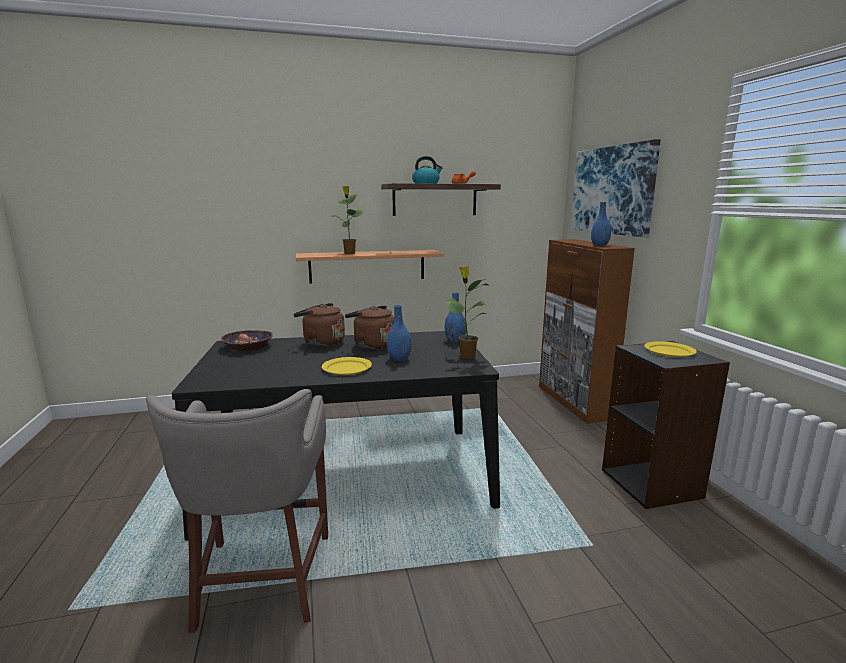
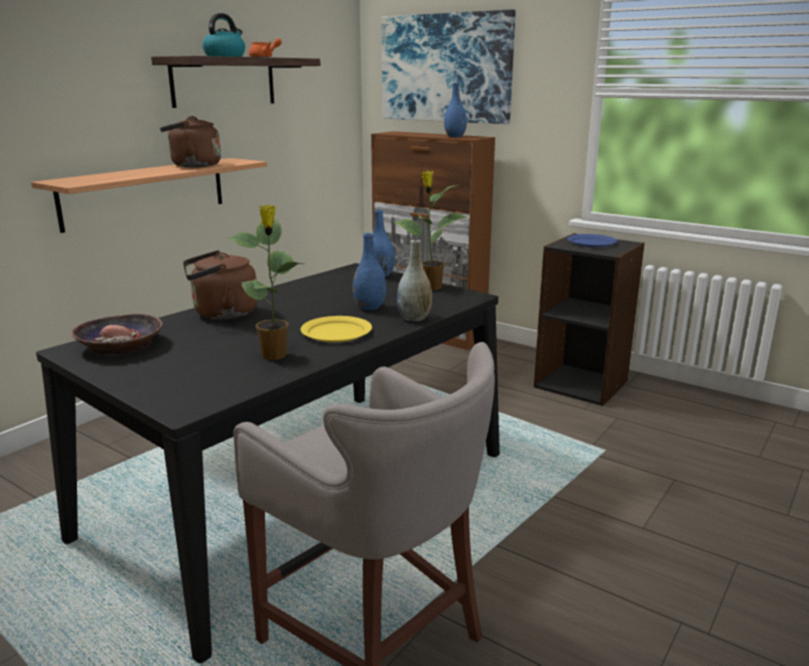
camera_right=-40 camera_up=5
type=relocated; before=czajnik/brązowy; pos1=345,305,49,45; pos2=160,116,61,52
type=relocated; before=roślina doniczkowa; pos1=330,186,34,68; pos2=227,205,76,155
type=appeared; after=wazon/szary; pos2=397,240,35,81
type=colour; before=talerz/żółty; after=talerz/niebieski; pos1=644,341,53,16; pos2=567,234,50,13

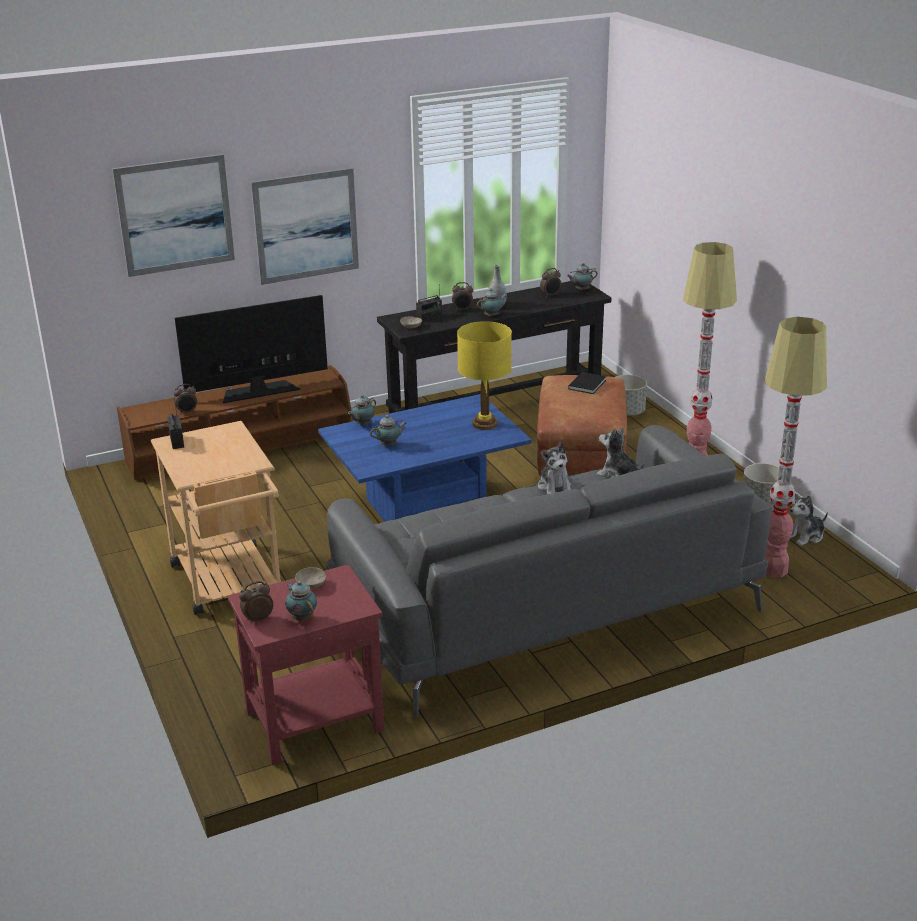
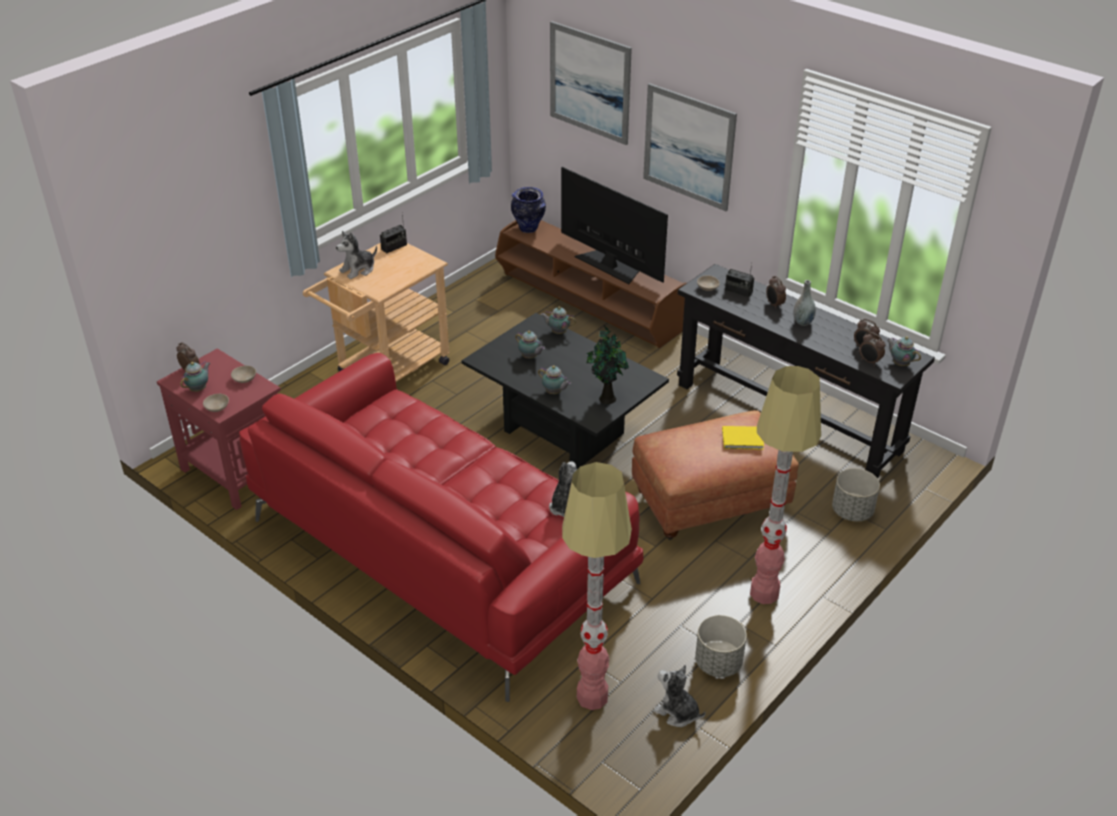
camera_right=65 camera_up=10
type=appeared; after=miska/beżowy; pos2=203,394,26,18
type=colour; before=kanapa/szary; after=kanapa/czerwony; pos1=326,425,446,294; pos2=239,353,405,349
type=relocated; before=pluszak; pos1=538,442,33,52; pos2=336,231,41,48
type=colour; before=ława/niebieski; after=ława/czarny; pos1=318,394,214,128; pos2=462,313,207,156
type=appeared; after=wazon; pos2=511,187,35,46
type=relocated; before=imbryk; pos1=477,288,29,29; pos2=538,365,33,29
type=exchanged; before=lampa stołowa/żółty; after=roślina doniczkowa; pos1=457,321,55,109; pos2=586,326,43,78
type=colour; before=książka/czarny; after=książka/żółty; pos1=568,372,38,22; pos2=722,426,42,24
type=relocated; before=budzik; pos1=174,384,23,31; pos2=859,332,26,34

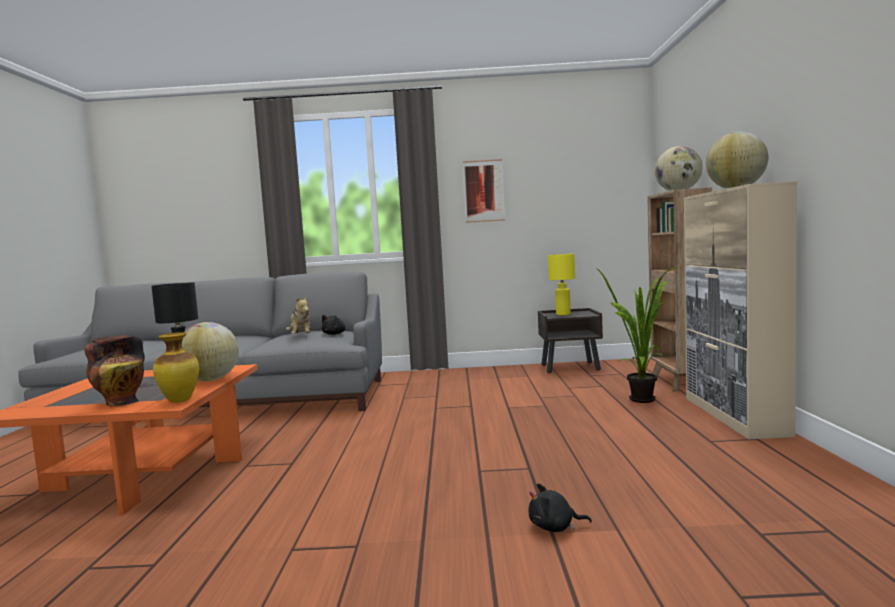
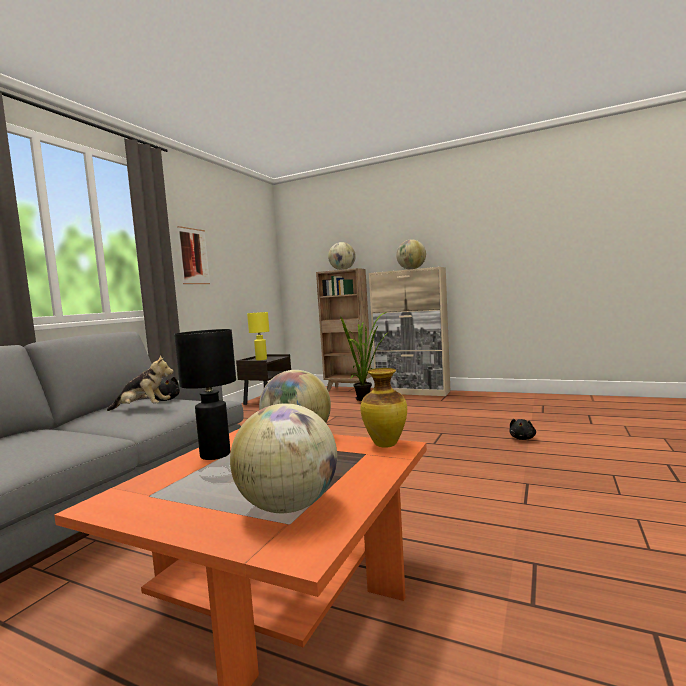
camera_right=-65 camera_up=0
type=appeared; after=globus; pos2=230,403,107,110
type=missing; before=wazon; pos1=84,335,61,71

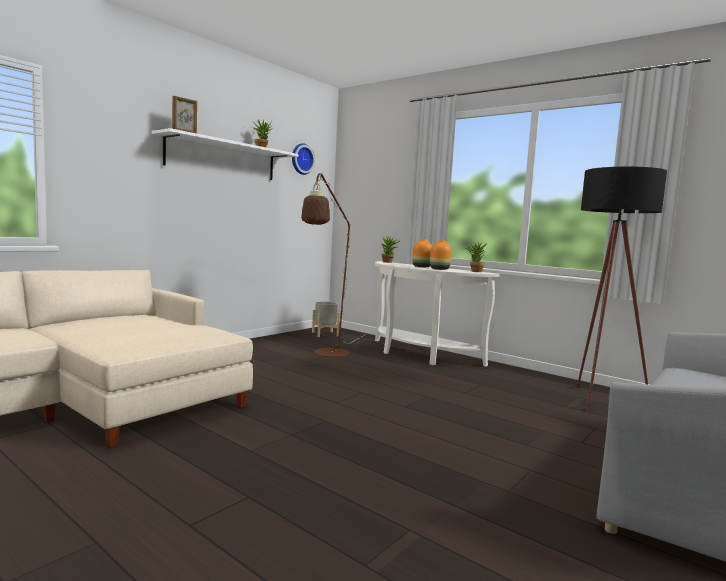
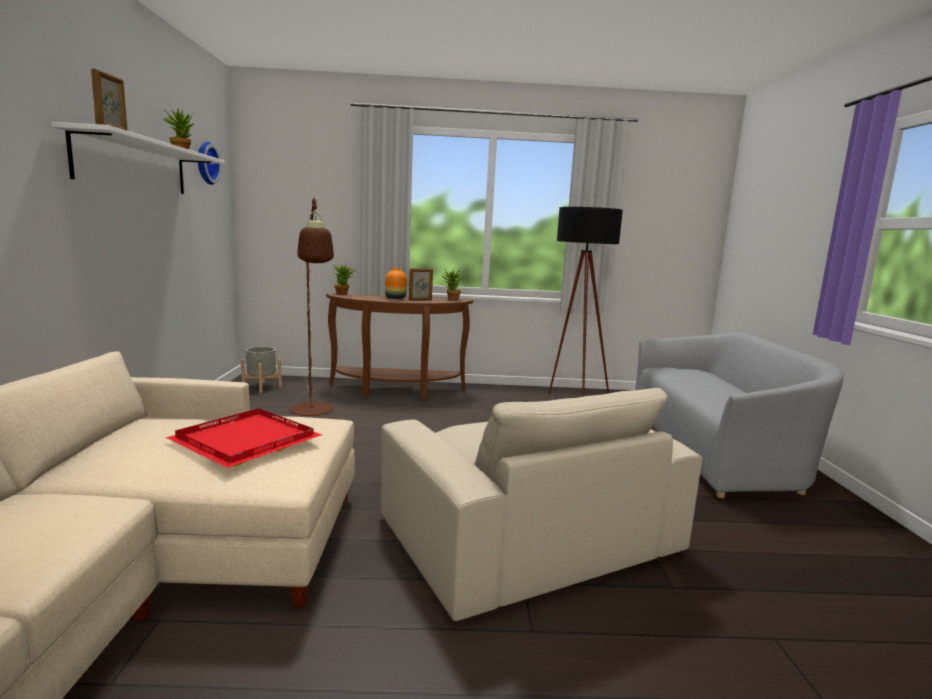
camera_right=-40 camera_up=5
type=appeared; after=taca/czerwony; pos2=166,408,156,60
type=colour; before=stolik konsolowy/biały; after=stolik konsolowy/brązowy; pos1=375,261,125,106; pos2=326,293,147,107
type=appeared; after=fotel/beżowy; pos2=380,388,322,233
type=exchanged; before=wazon/pomarańczowy; after=ramka na zdjęcie; pos1=430,240,21,30; pos2=409,268,24,33

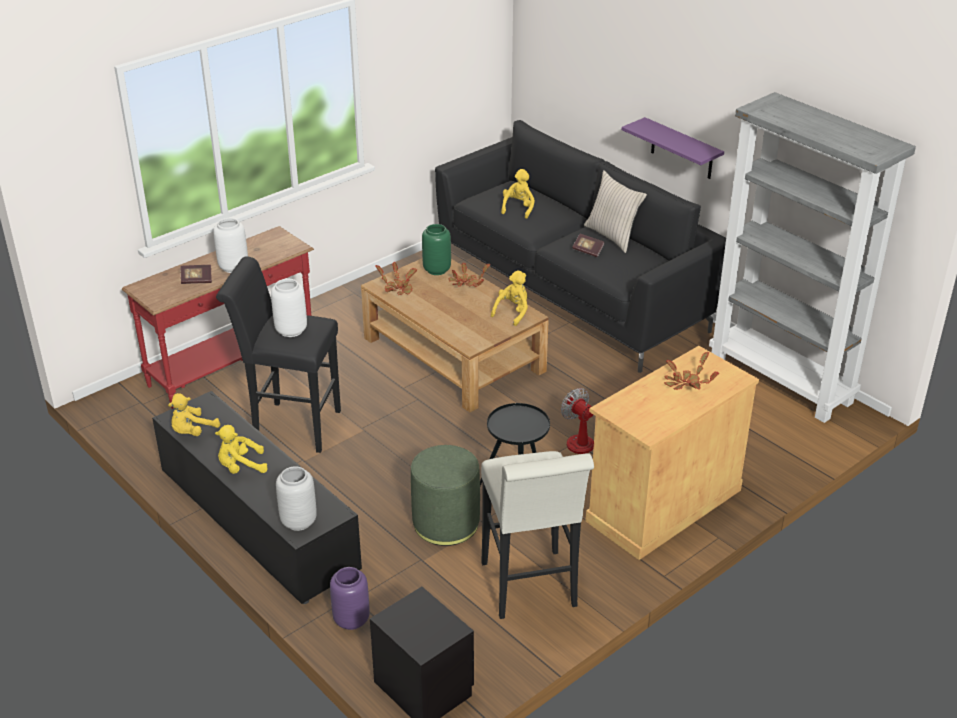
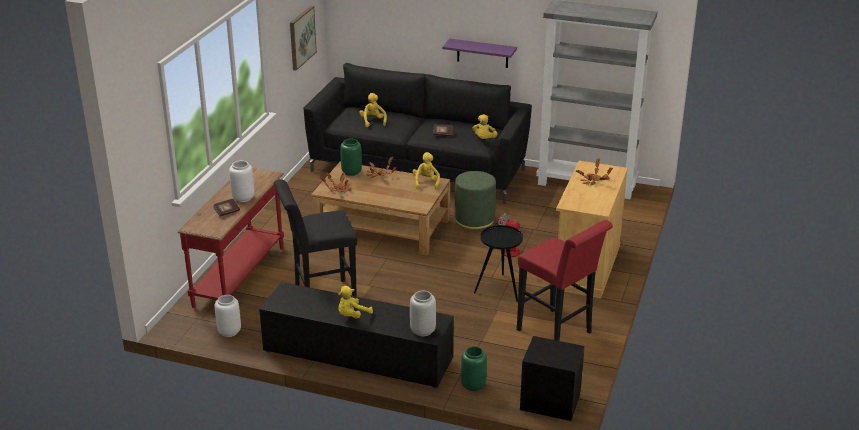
camera_right=-30 camera_up=-5
type=relocated; before=wazon/biały; pos1=271,279,36,58; pos2=215,295,26,42
type=appeared; after=obraz; pos2=290,6,27,65
type=relocated; before=pufa/zielony; pos1=411,445,69,101; pos2=454,171,42,59
type=colour; before=wazon/fioletowy; after=wazon/zielony; pos1=330,567,39,63; pos2=461,346,26,45
type=relocated; before=pluszak/żółty; pos1=168,393,52,43; pos2=472,114,25,25
type=colour; before=stołek/biały; after=stołek/czerwony; pos1=481,451,113,168; pos2=517,220,96,121
type=missing; before=poduszka/beżowy; pos1=584,170,63,83

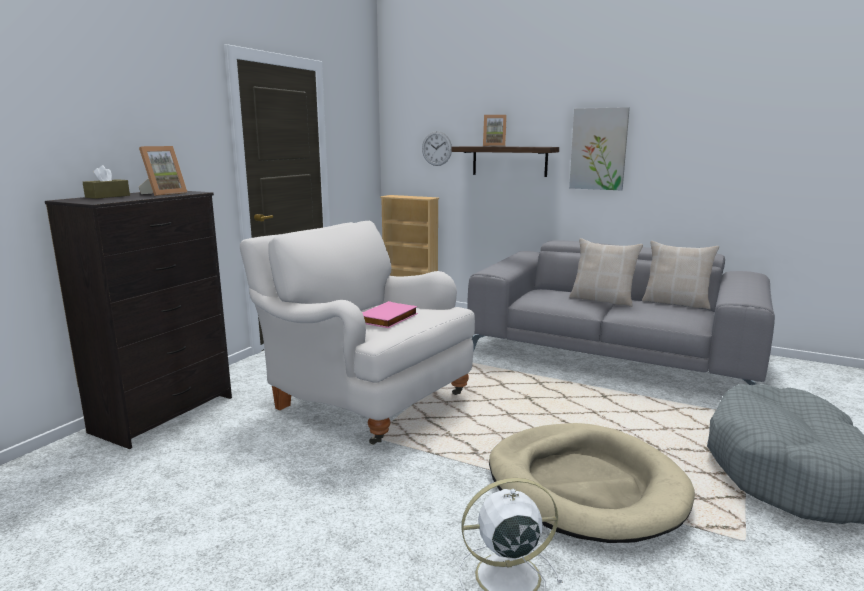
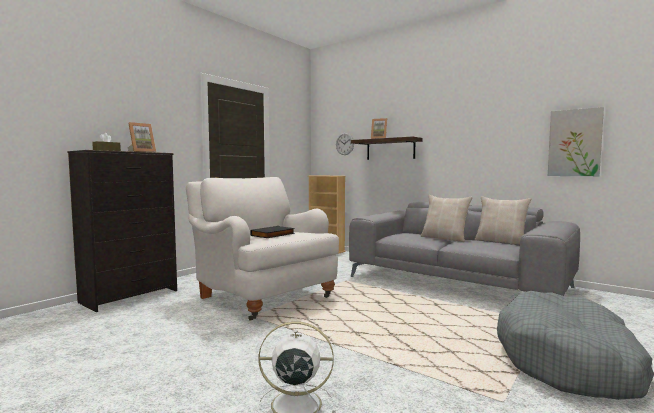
camera_right=10 camera_up=-10
type=colour; before=książka/różowy; after=książka/czarny; pos1=362,301,56,27; pos2=250,226,45,12
type=relocated; before=obraz; pos1=569,107,61,83; pos2=548,107,56,69
type=missing; before=legowisko/beżowy; pos1=489,423,206,120

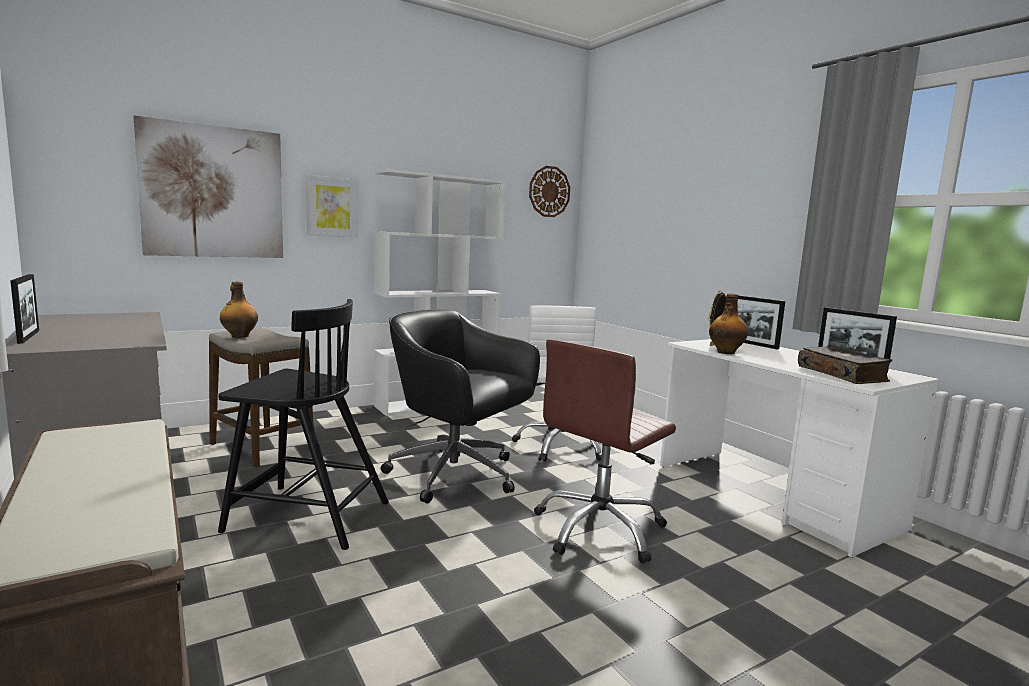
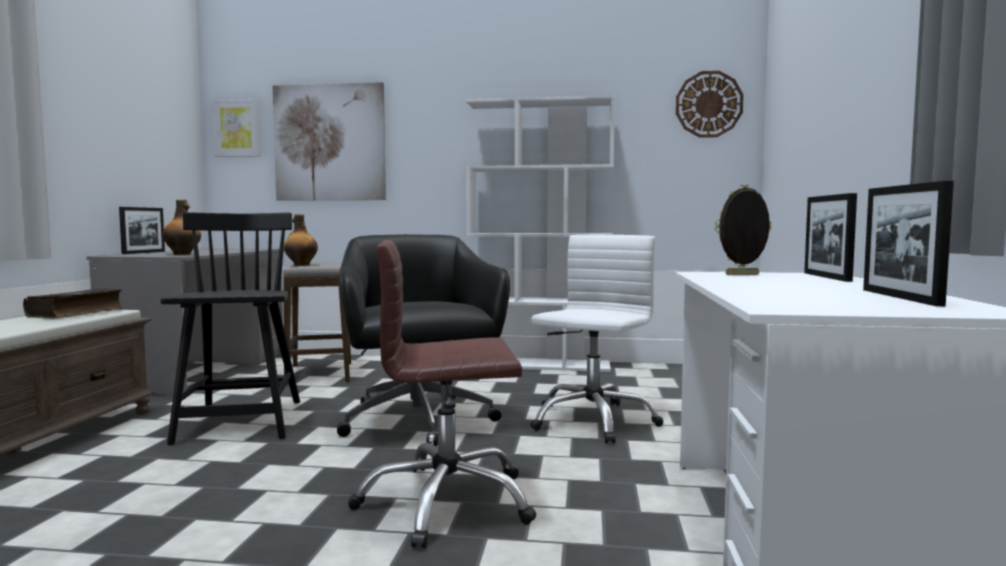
camera_right=40 camera_up=-5
type=relocated; before=książka; pos1=798,346,94,38; pos2=23,289,101,29
type=spun; before=krzesło/czarny; pos1=218,299,171,251; pos2=161,212,139,233; turn=-150
type=relocated; before=butelka; pos1=709,293,39,61; pos2=163,199,38,56
type=relocated; before=obraz; pos1=306,175,52,62; pos2=212,99,49,58

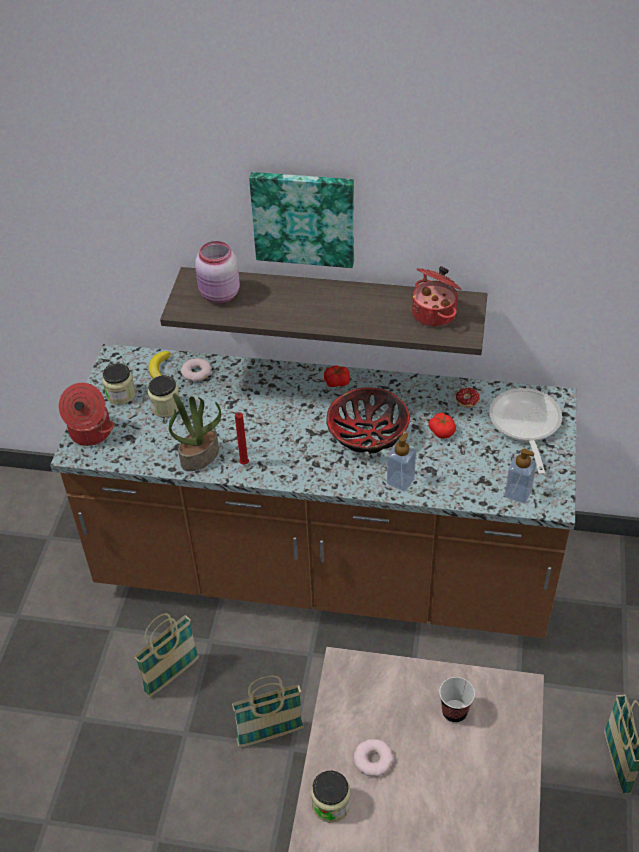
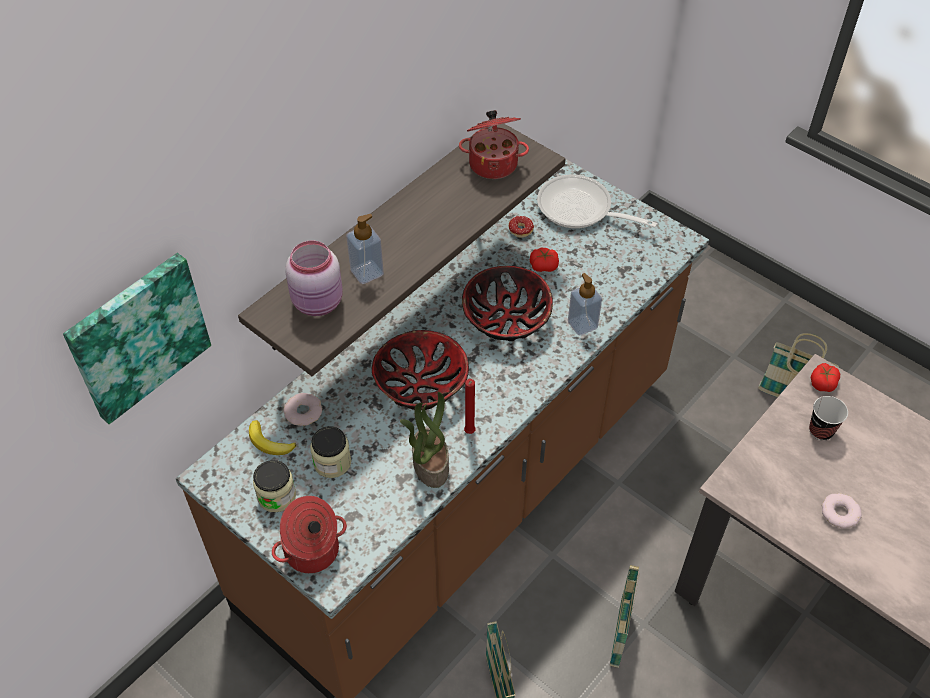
camera_right=-60 camera_up=5
type=relocated; before=obraz; pos1=249,172,105,96; pos2=63,253,148,171
type=relocated; before=dozownik mydła; pos1=505,448,31,55; pos2=346,214,38,70
type=appeared; after=miska; pos2=372,330,97,80
type=relocated; before=pomidor; pos1=324,366,26,21; pos2=811,363,29,29
type=missing; before=słoik; pos1=311,771,39,52

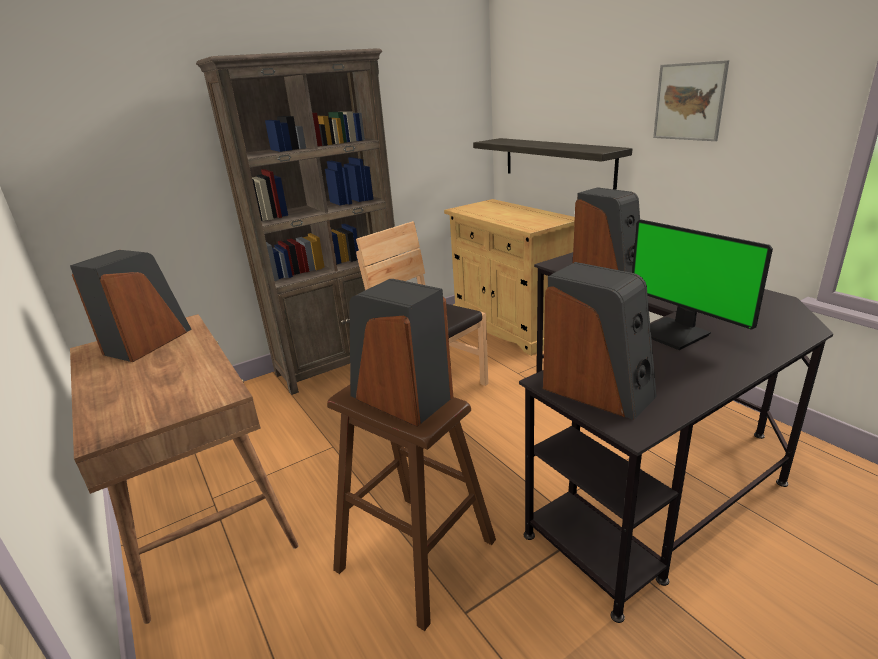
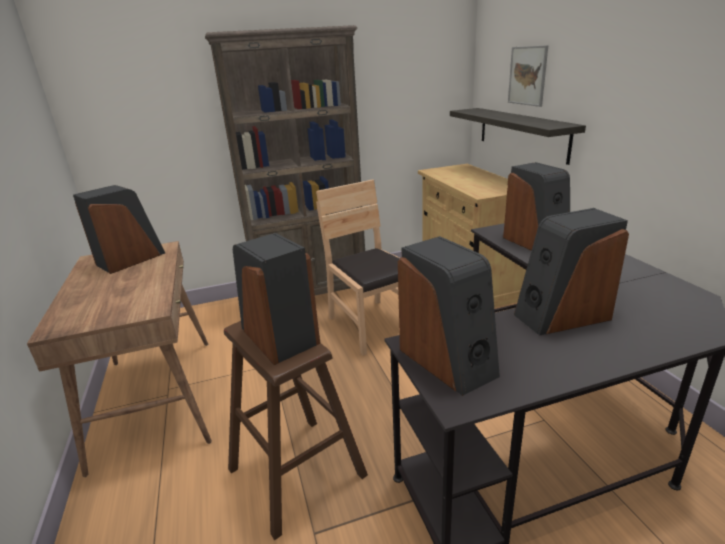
camera_right=15 camera_up=0
type=relocated; before=obraz; pos1=653,60,76,81; pos2=508,45,40,62
type=exchanged; before=monitor; after=głośnik; pos1=632,219,141,131; pos2=514,208,115,128

